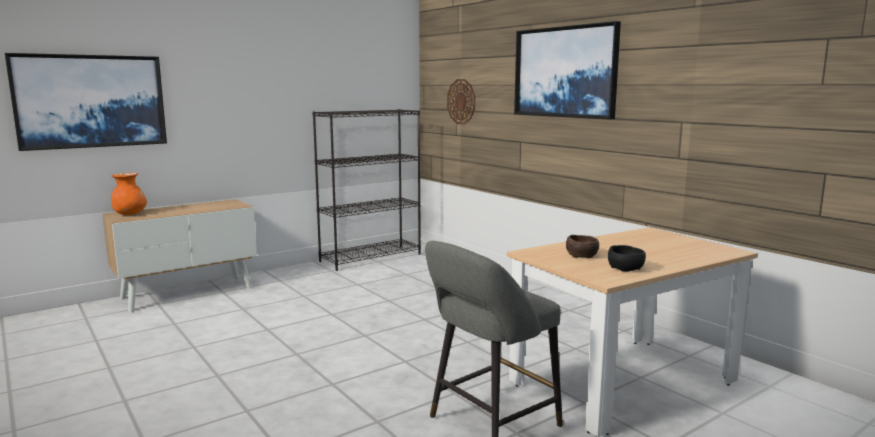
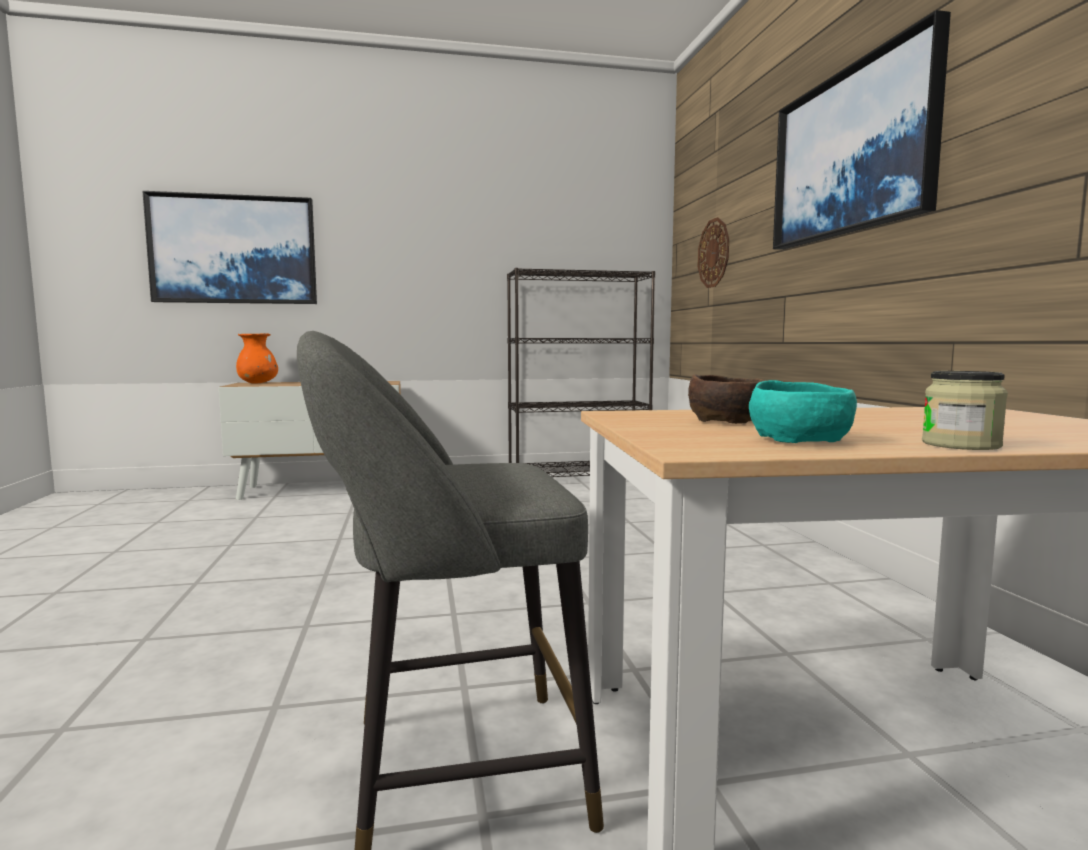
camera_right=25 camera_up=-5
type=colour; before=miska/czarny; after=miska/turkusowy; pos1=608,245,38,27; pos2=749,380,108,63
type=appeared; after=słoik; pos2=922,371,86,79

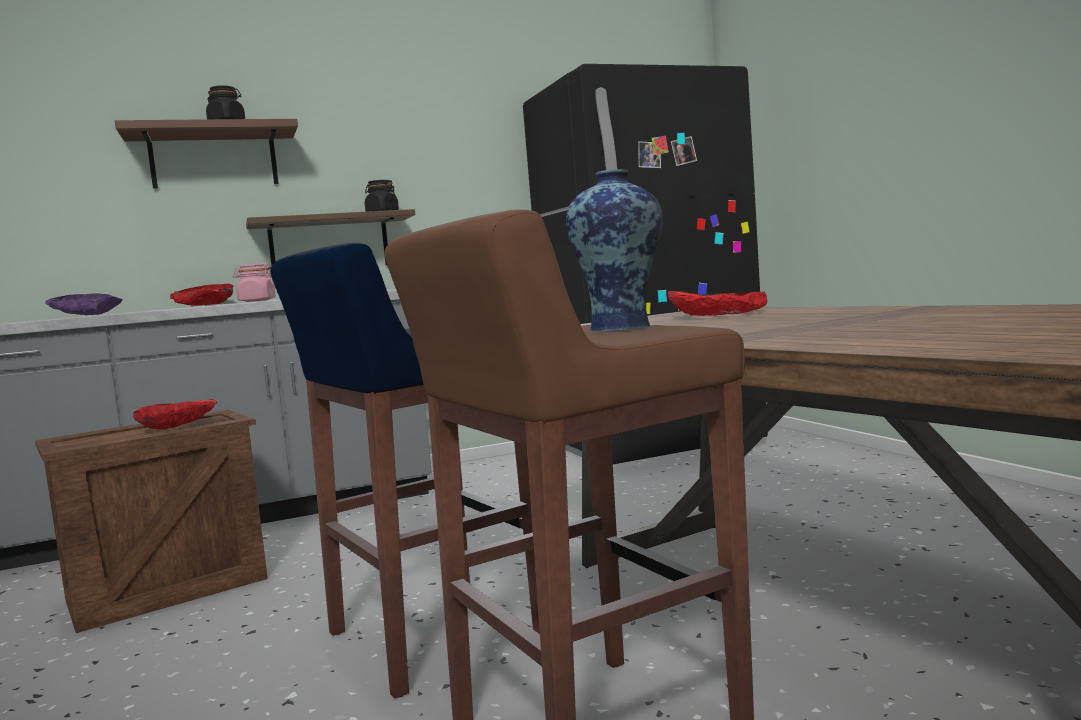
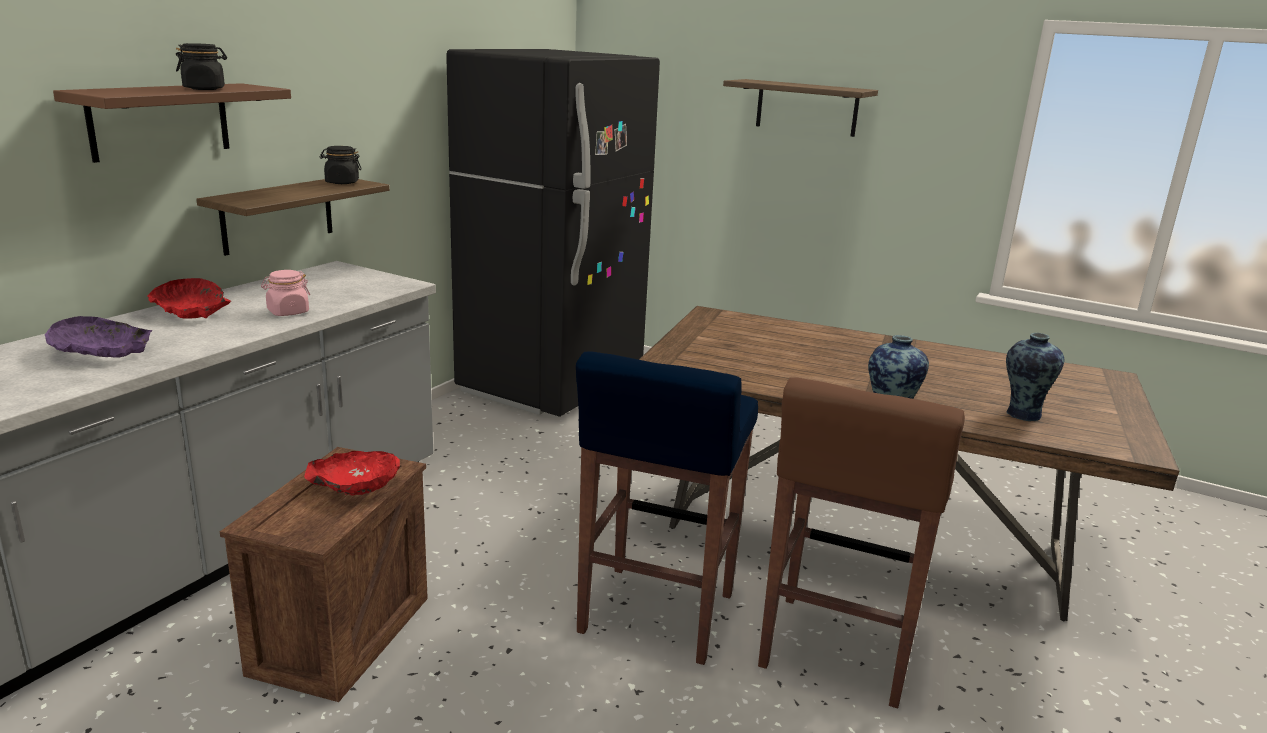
camera_right=-40 camera_up=15
type=appeared; after=półka; pos2=723,79,155,58
type=appeared; after=wazon; pos2=1006,333,58,88
type=missing; before=miska/czerwony; pos1=668,291,99,25

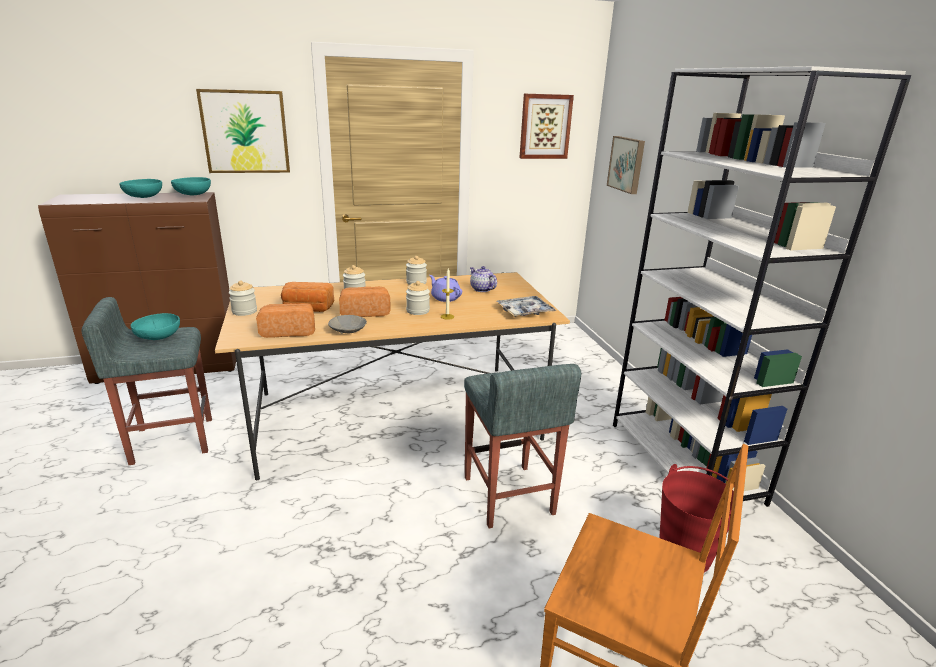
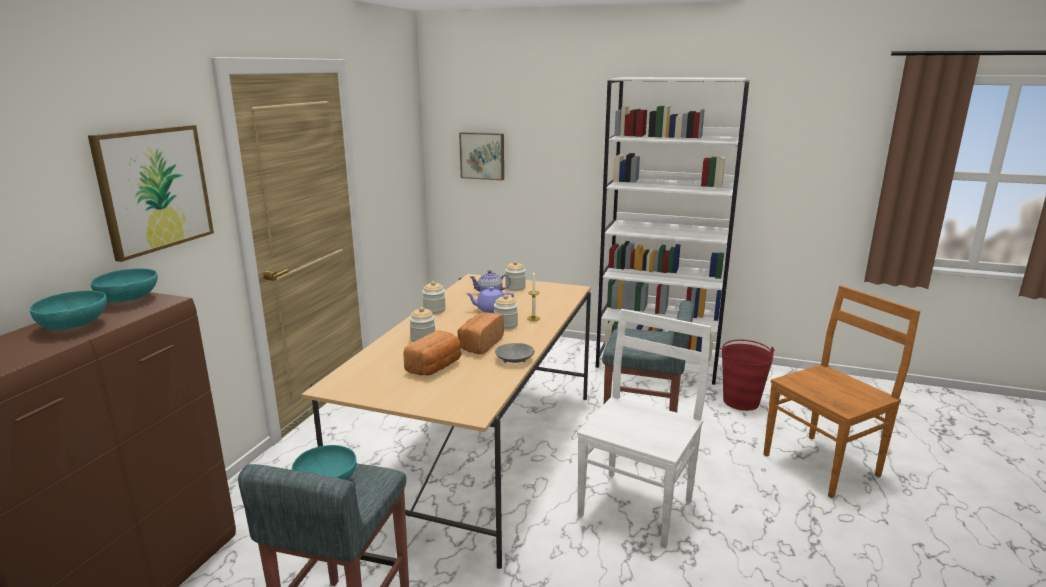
camera_right=-55 camera_up=-5
type=relocated; before=słoik; pos1=229,281,28,35; pos2=505,261,21,30
type=appeared; after=krzesło/biały; pos2=577,309,134,240
type=missing; before=chleb; pos1=256,303,59,35
type=missing; before=taca; pos1=497,296,59,21
type=missing; before=obraz; pos1=520,94,54,65

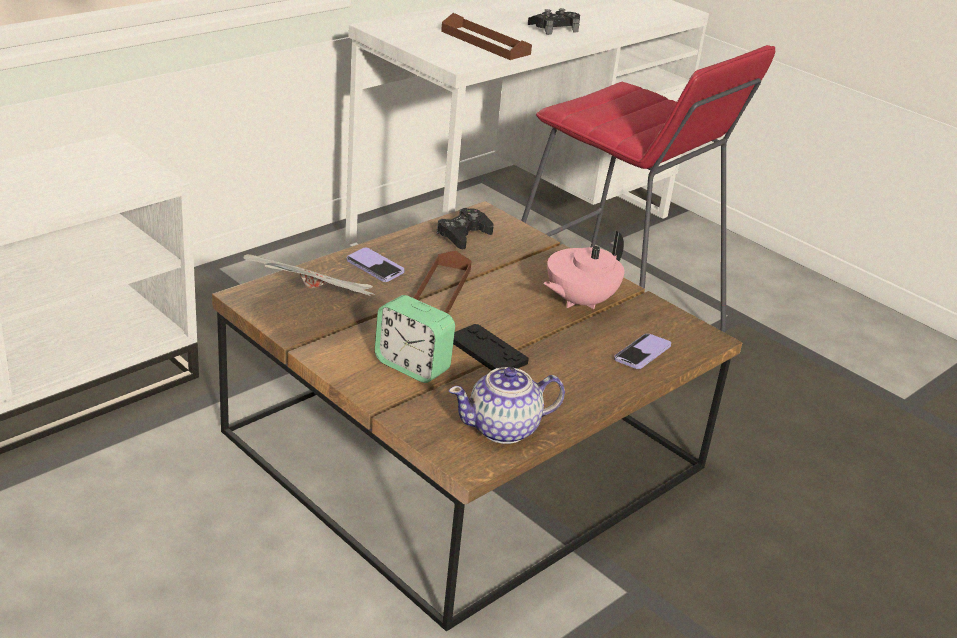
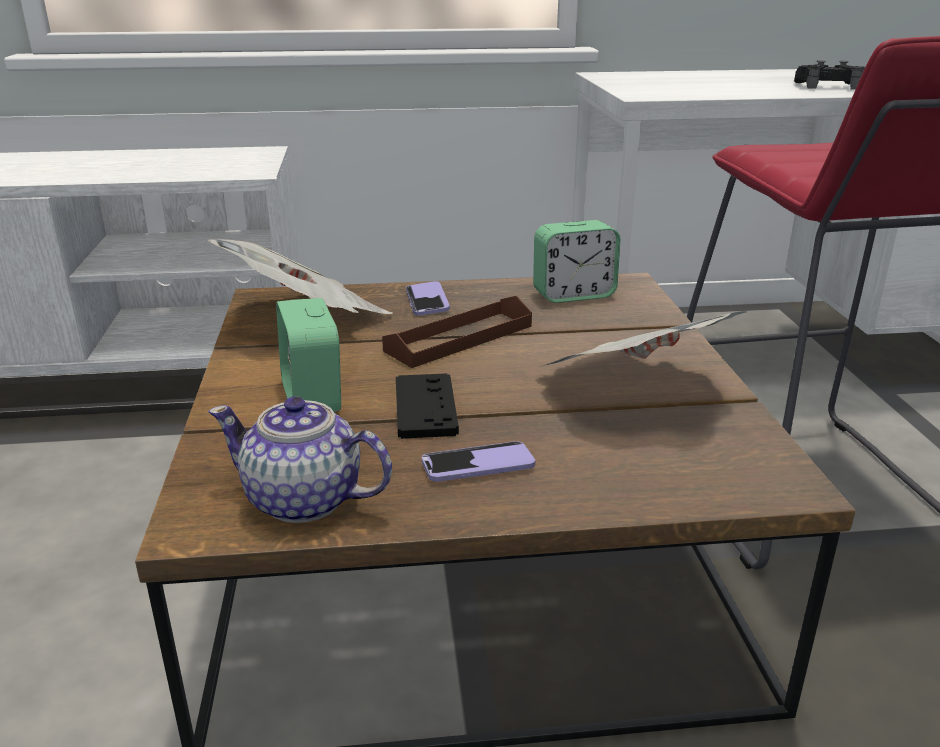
camera_right=40 camera_up=-5
type=relocated; before=telefon; pos1=614,334,57,35; pos2=422,441,113,41
type=exchanged; before=pad do gier/czarny; after=budzik; pos1=436,208,58,42; pos2=533,220,88,83
type=exchanged; before=imbryk/różowy; after=gazeta; pos1=543,231,82,78; pos2=538,311,209,56
type=missing; before=taca/brązowy; pos1=441,13,91,47

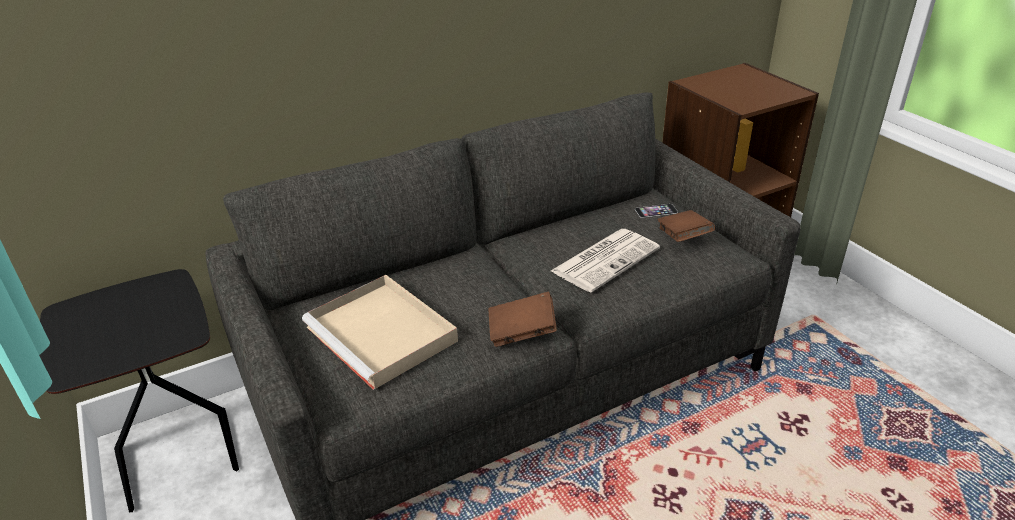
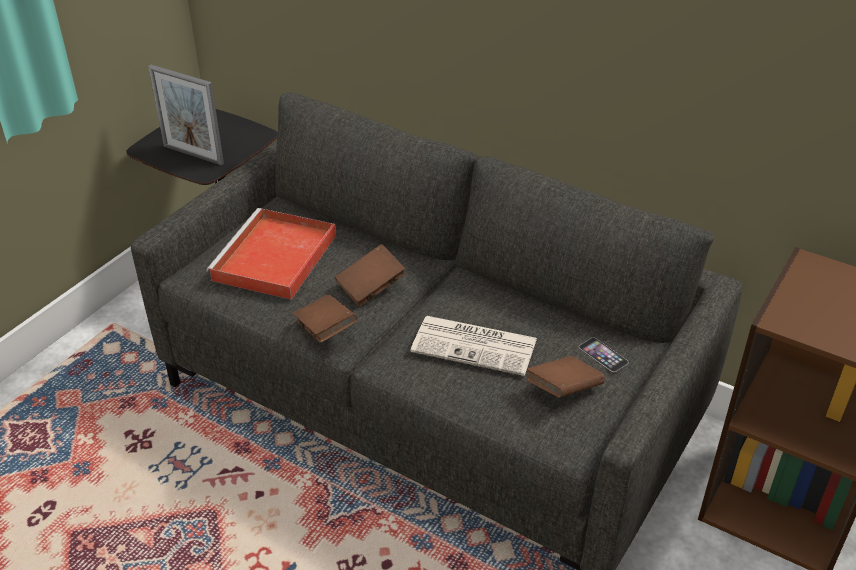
camera_right=60 camera_up=5
type=appeared; after=ramka na zdjęcie; pos2=148,65,76,100
type=colour; before=taca/beżowy; after=taca/czerwony; pos1=302,275,156,115; pos2=206,208,130,91
type=appeared; after=książka/brązowy; pos2=335,244,71,62

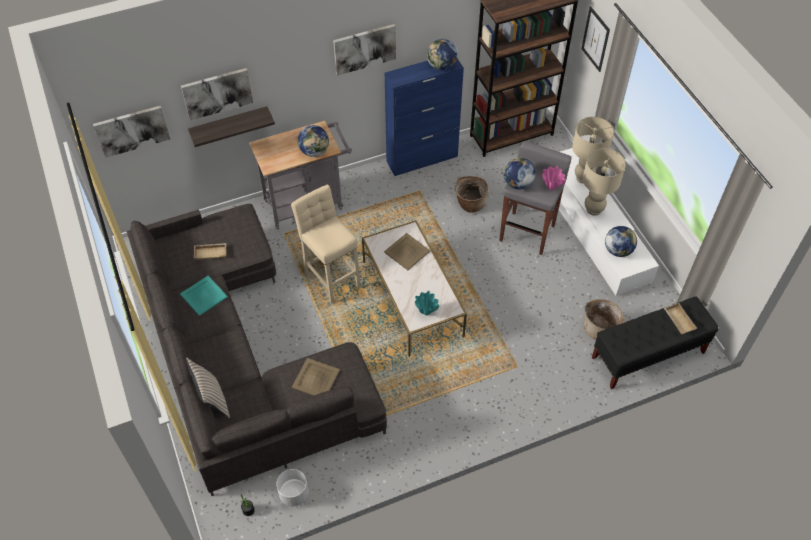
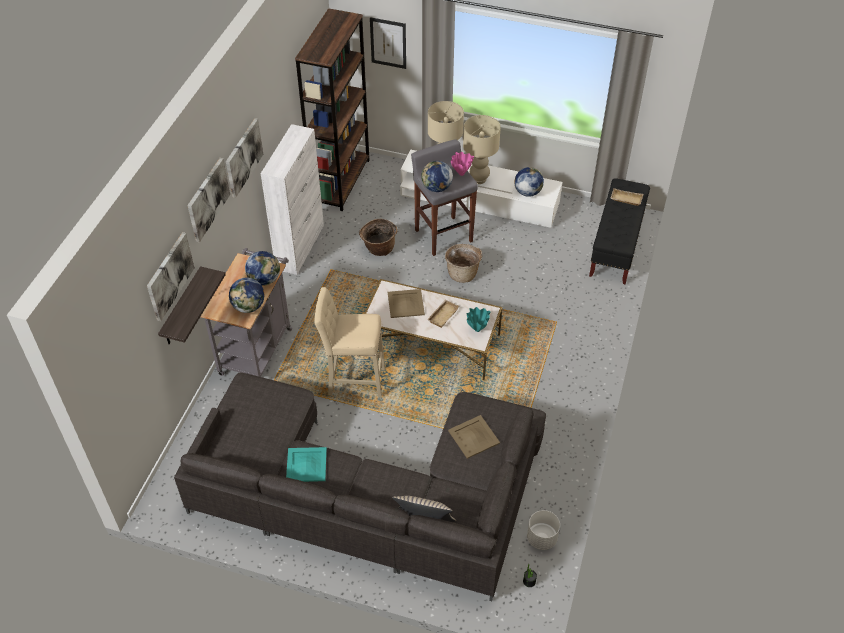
camera_right=-50 camera_up=-5
type=relocated; before=obraz; pos1=93,106,77,52; pos2=187,158,43,84
type=relocated; before=globus; pos1=427,39,31,31; pos2=229,277,35,36
type=colour; before=szafka/niebieski; after=szafka/biały; pos1=385,58,79,118; pos2=261,124,63,151
type=relocated; before=taca/beżowy; pos1=194,243,32,17; pos2=427,300,32,28
type=relocated; before=koszyk; pos1=584,299,41,41; pos2=445,244,37,39

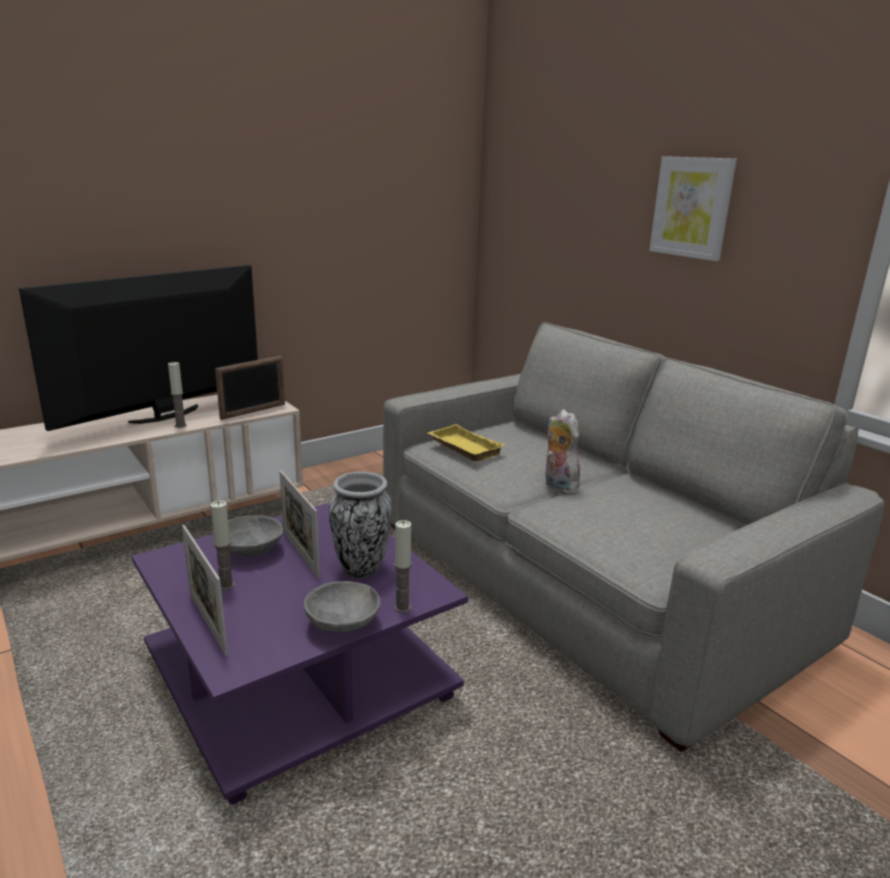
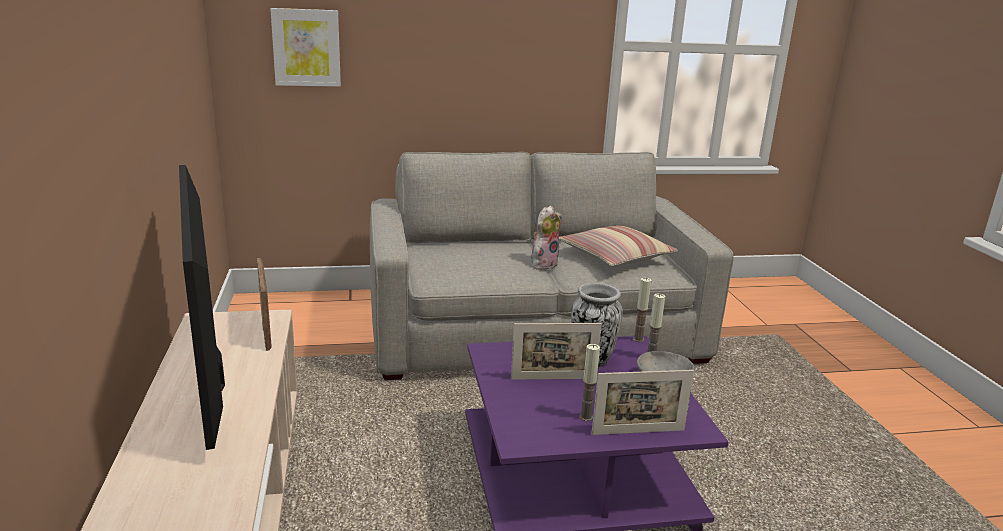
camera_right=-65 camera_up=0
type=relocated; before=obraz; pos1=649,156,88,105; pos2=270,8,71,79
type=spun; before=pluszak; pos1=545,410,36,85; pos2=531,206,30,64; turn=135
type=appeared; after=poduszka; pos2=559,226,119,40
type=relocated; before=świeca; pos1=168,361,19,67; pos2=633,277,19,65
type=missing; before=miska/szary; pos1=228,515,55,41
type=missing; before=taca/żółty; pos1=428,424,77,38

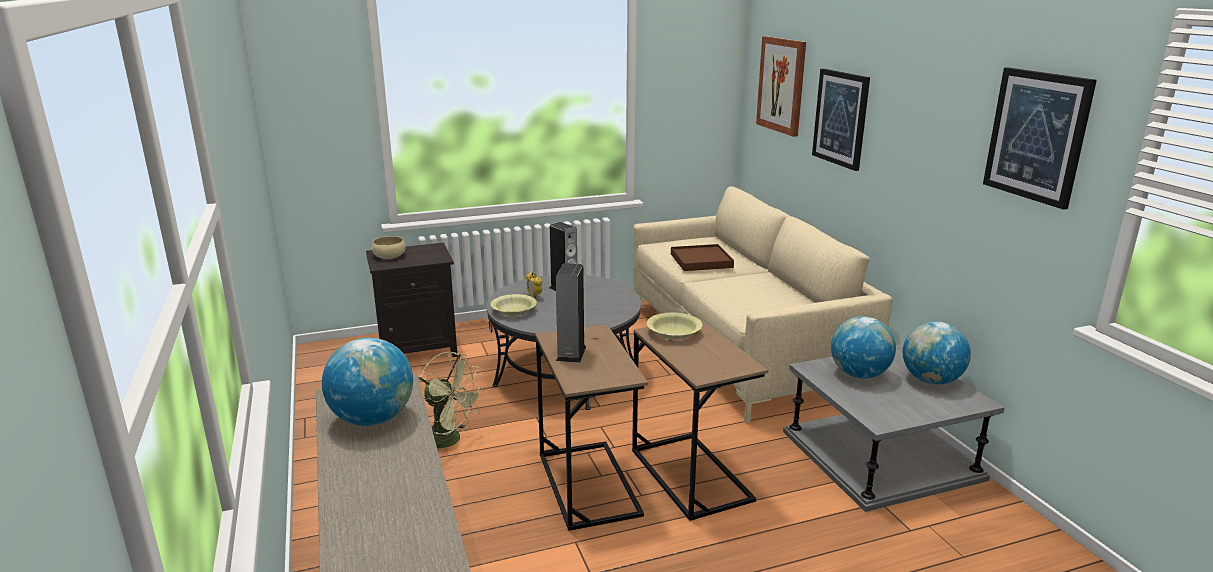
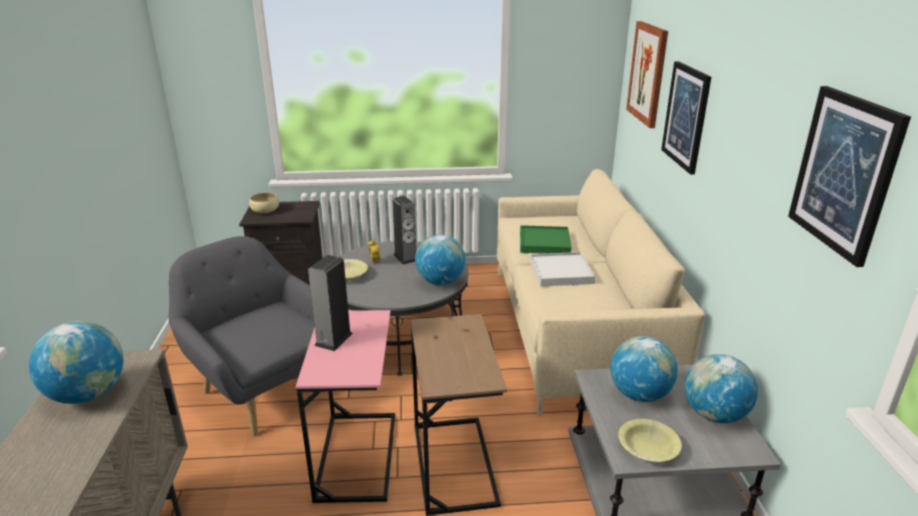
camera_right=15 camera_up=5
type=exchanged; before=wentylator/zielony; after=fotel/szary; pos1=418,352,66,96; pos2=169,236,165,200
type=colour; before=stolik/brązowy; after=stolik/różowy; pos1=535,324,113,207; pos2=296,310,99,193
type=appeared; after=globus; pos2=415,235,51,50
type=colour; before=taca/brązowy; after=taca/zielony; pos1=671,244,63,27; pos2=520,225,51,29
type=appeared; after=taca/biały; pos2=530,252,65,34
type=relocated; before=miska/żółty; pos1=647,313,55,26; pos2=618,419,64,43

